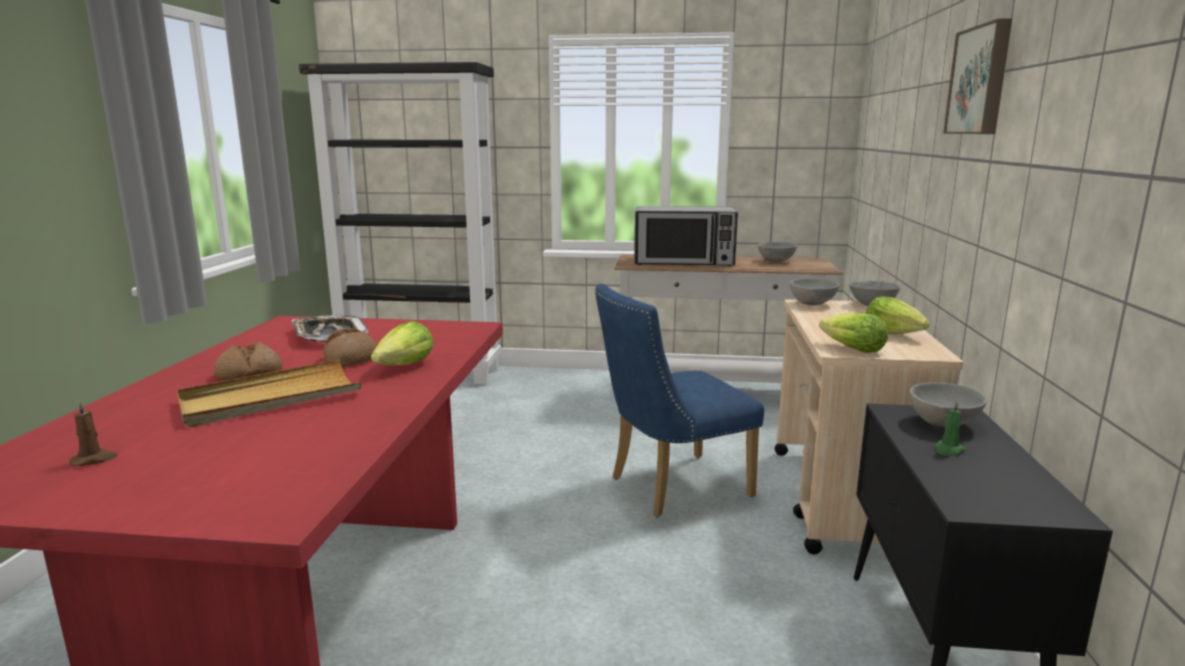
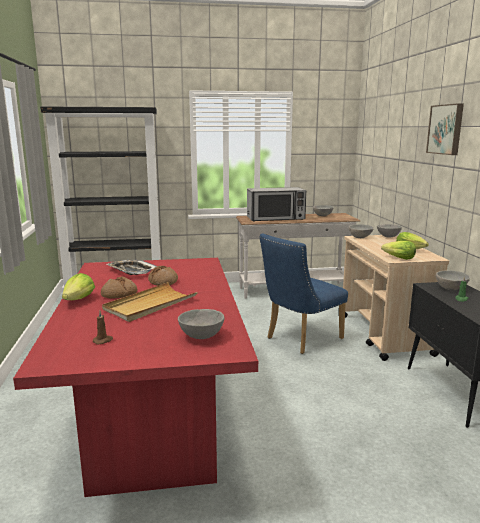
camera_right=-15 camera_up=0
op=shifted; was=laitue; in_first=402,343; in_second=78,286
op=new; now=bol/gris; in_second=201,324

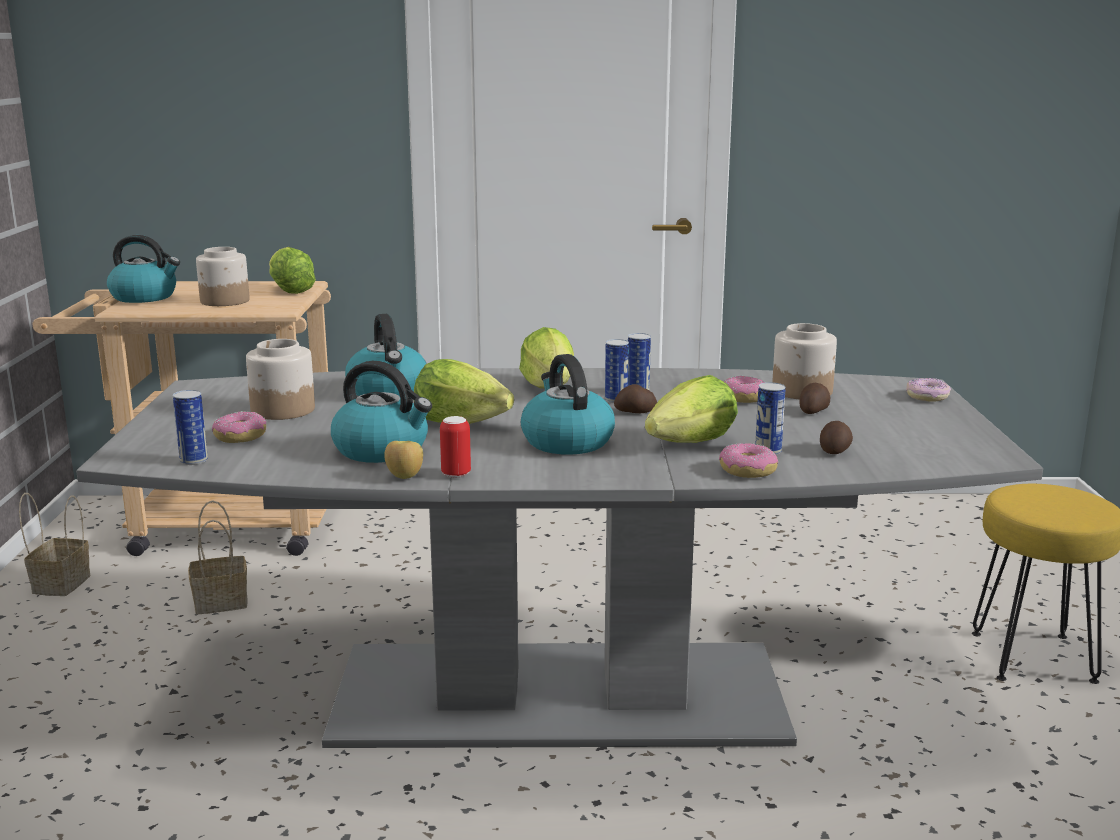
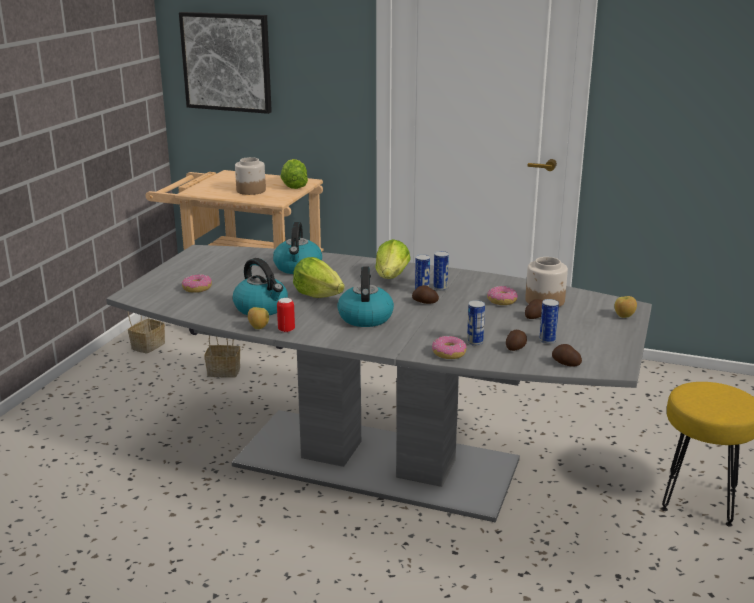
camera_right=20 camera_up=5
op=new; now=tableau; in_second=225,63
op=shifted; was=boîte métallique; in_first=190,427; in_second=549,321
op=new; now=pomme de terre; in_second=567,355
op=swapped; was=beignet; now=pomme; in_first=928,389; in_second=625,307
op=gone; was=bouilloire; in_first=143,269
op=gone; was=bocal; in_first=280,379
op=gone; was=laitue; in_first=691,409

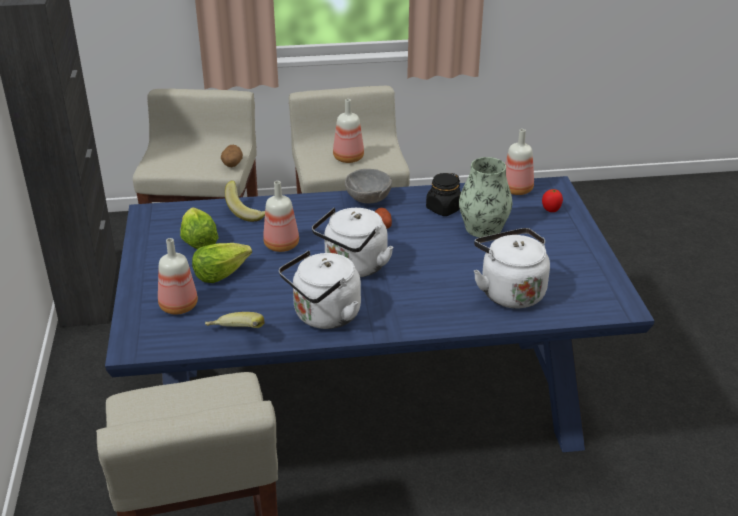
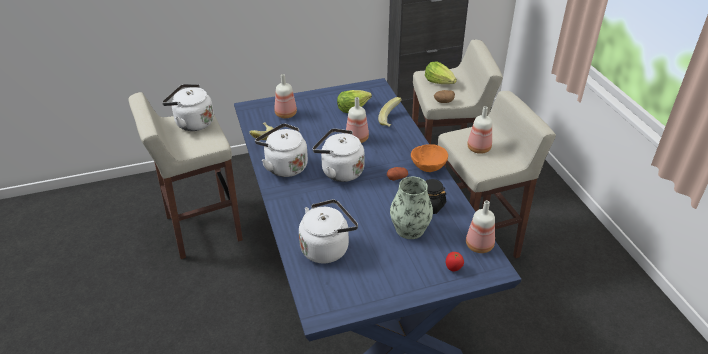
camera_right=80 camera_up=5
op=new; now=bouilloire/blanc; in_second=188,107
op=repainted; was=bol/gris; now=bol/orange; in_first=368,186; in_second=429,158
op=shifted; was=laitue; in_first=222,263; in_second=441,72

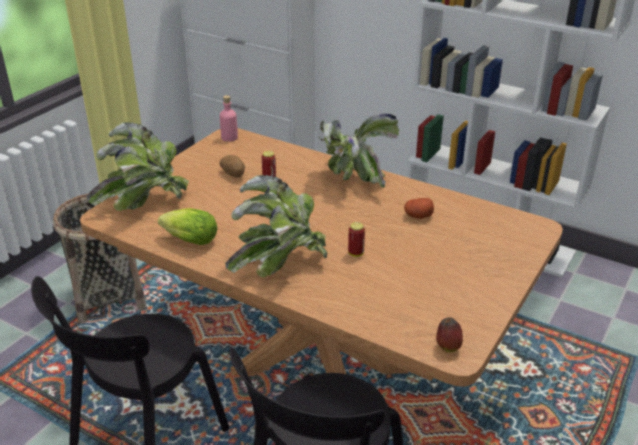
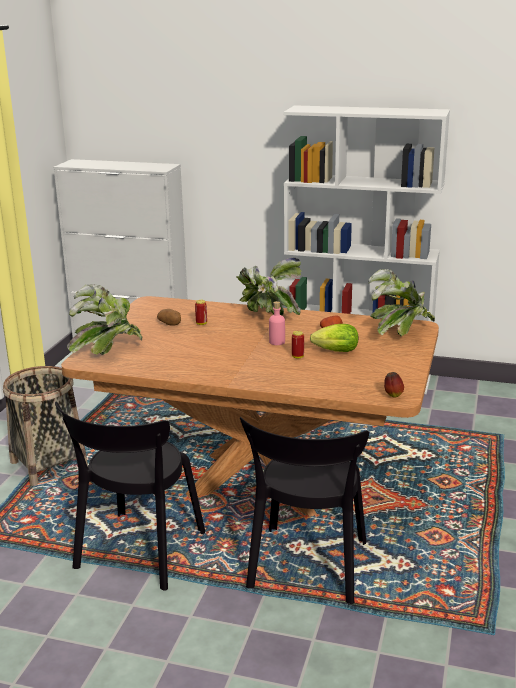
camera_right=-15 camera_up=-10
op=shifted; was=bouteille/rose; in_first=229,118; in_second=277,323
op=shifted; was=laitue; in_first=187,226; in_second=334,338
op=shifted; was=plante en pot; in_first=276,226; in_second=401,302

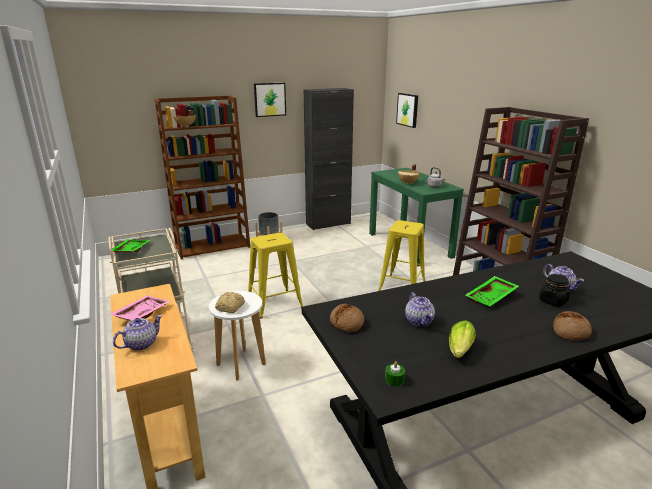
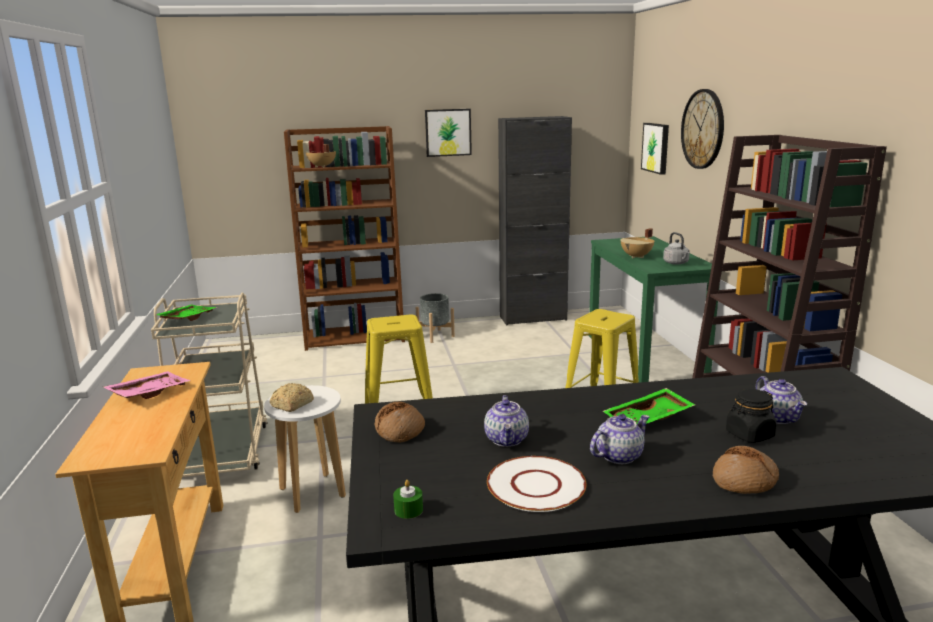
camera_right=15 camera_up=-5
op=swapped; was=laitue; now=assiette/blanc; in_first=462,339; in_second=537,484
op=shifted; was=théière; in_first=137,333; in_second=620,439
op=new; now=horloge murale; in_second=702,129

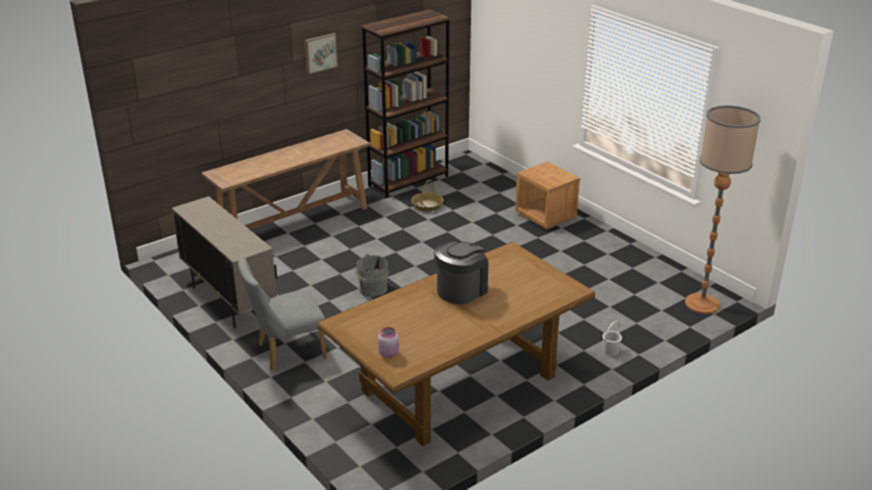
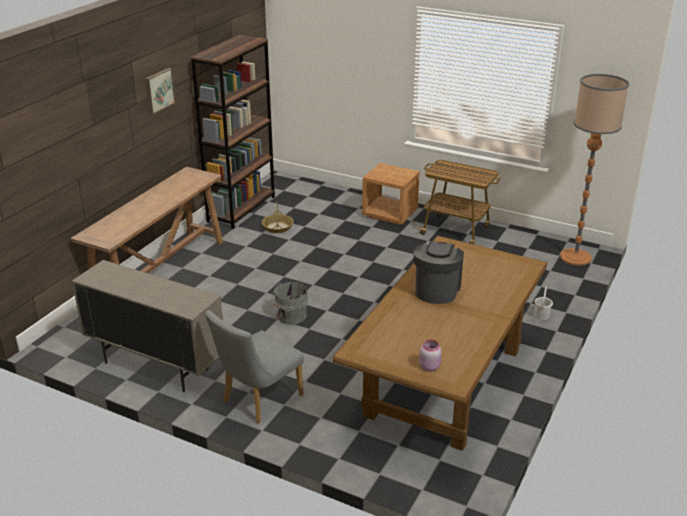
camera_right=-25 camera_up=0
op=new; now=chariot; in_second=459,202

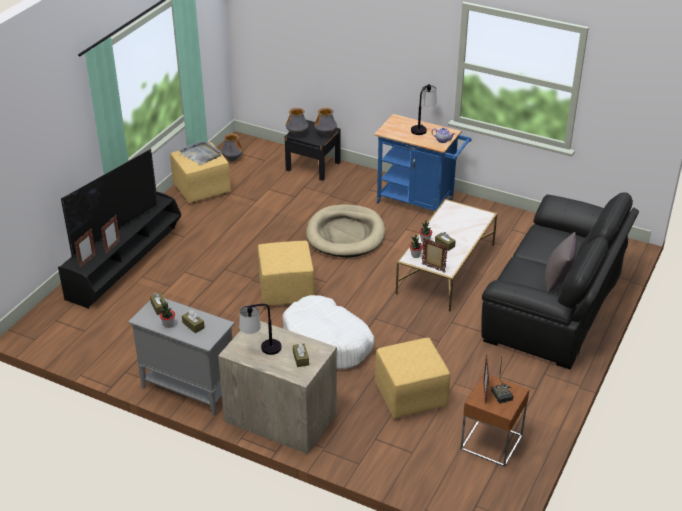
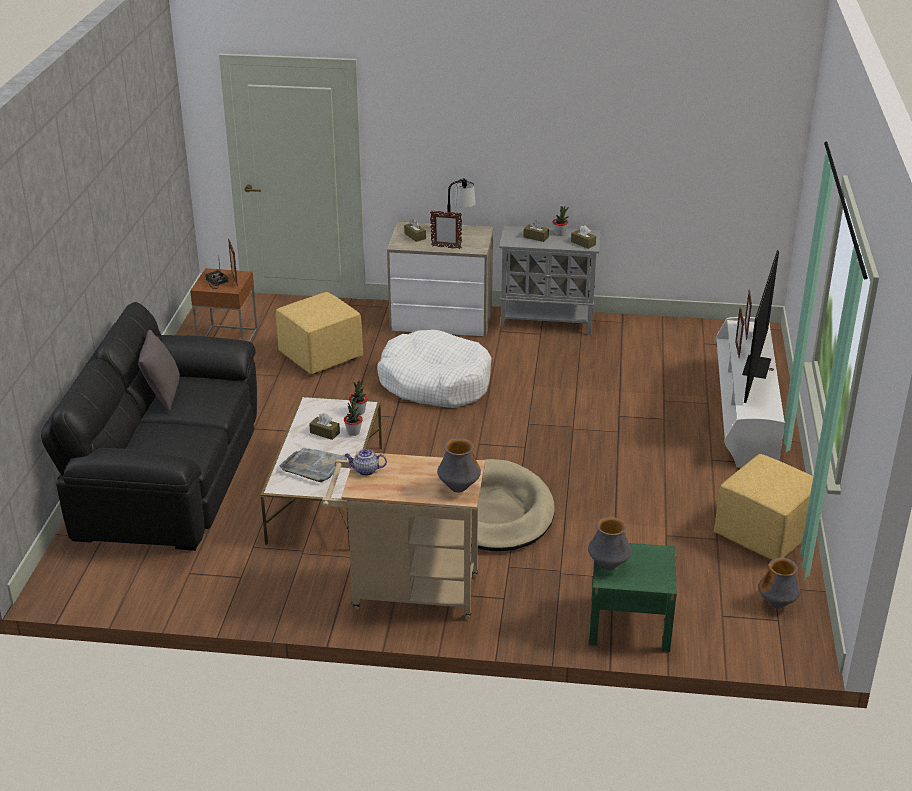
camera_right=160 camera_up=-5
op=shifted; was=plateau/gris; in_first=200,152; in_second=315,465
op=repainted; was=chariot/bleu; now=chariot/beige; in_first=423,162; in_second=403,535
op=shifted; was=cadre photo; in_first=435,254; in_second=446,230
op=shifted; was=vase; in_first=297,122; in_second=459,465
op=repainted; was=table de chevet/noir; now=table de chevet/vert; in_first=313,150; in_second=633,597
op=repainted; was=meuble télé/noir; now=meuble télé/blanc; in_first=119,249; in_second=750,392
op=gone; was=pouf/jaune; in_first=286,273
op=gone; was=lampe de table; in_first=424,109

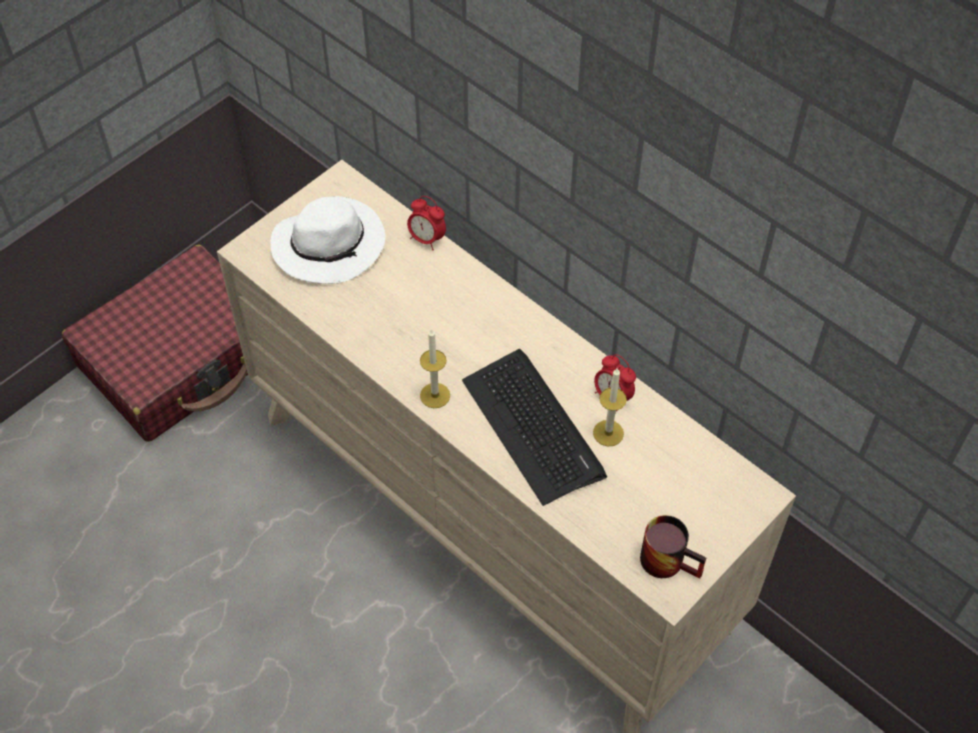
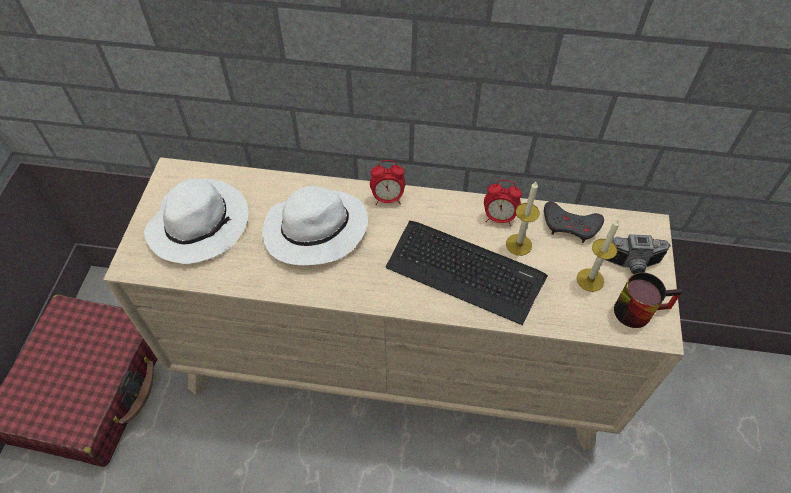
camera_right=-35 camera_up=0
op=new; now=chapeau/blanc; in_second=315,225
op=shifted; was=réveil; in_first=426,223; in_second=387,182
op=new; now=manette/gris; in_second=574,222
op=shifted; was=bougie; in_first=435,368; in_second=598,255
op=new; now=appareil photo; in_second=637,254

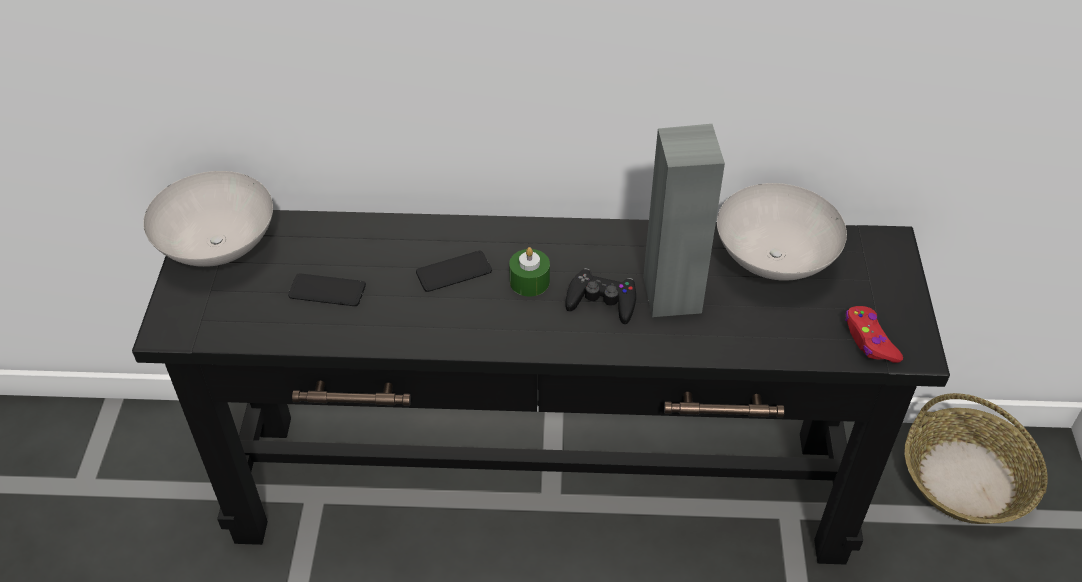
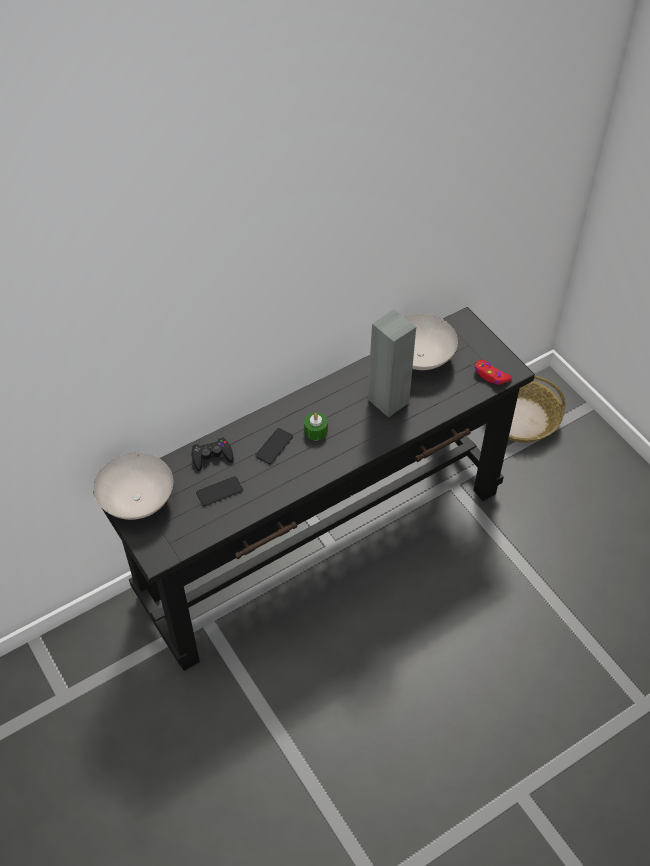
camera_right=-35 camera_up=5
op=shifted; was=manette/noir; in_first=601,296; in_second=213,454

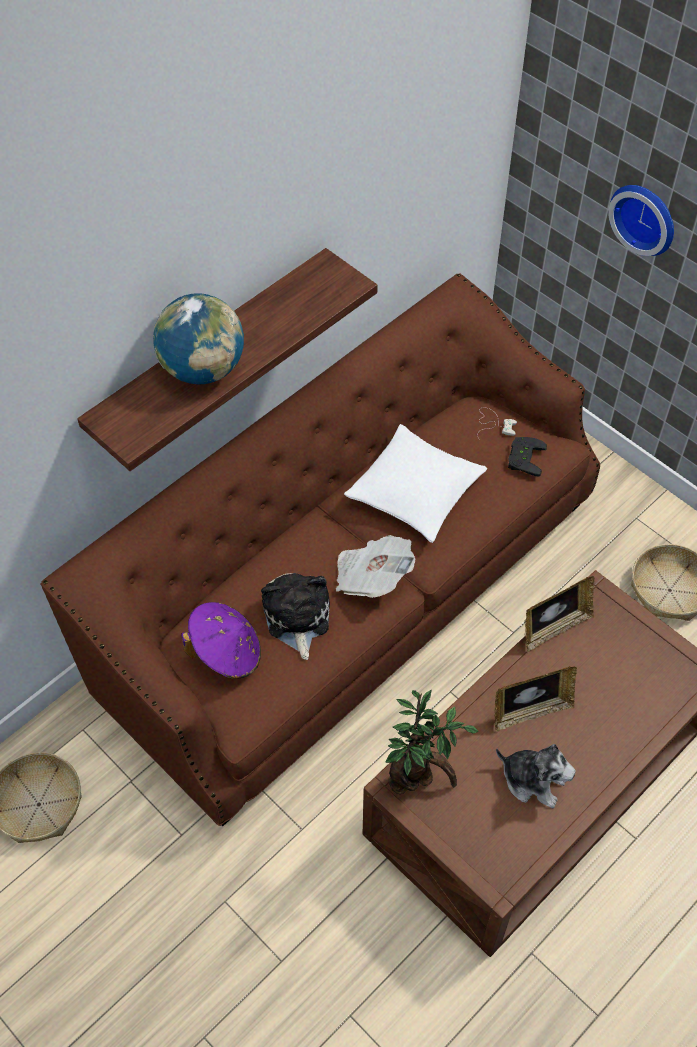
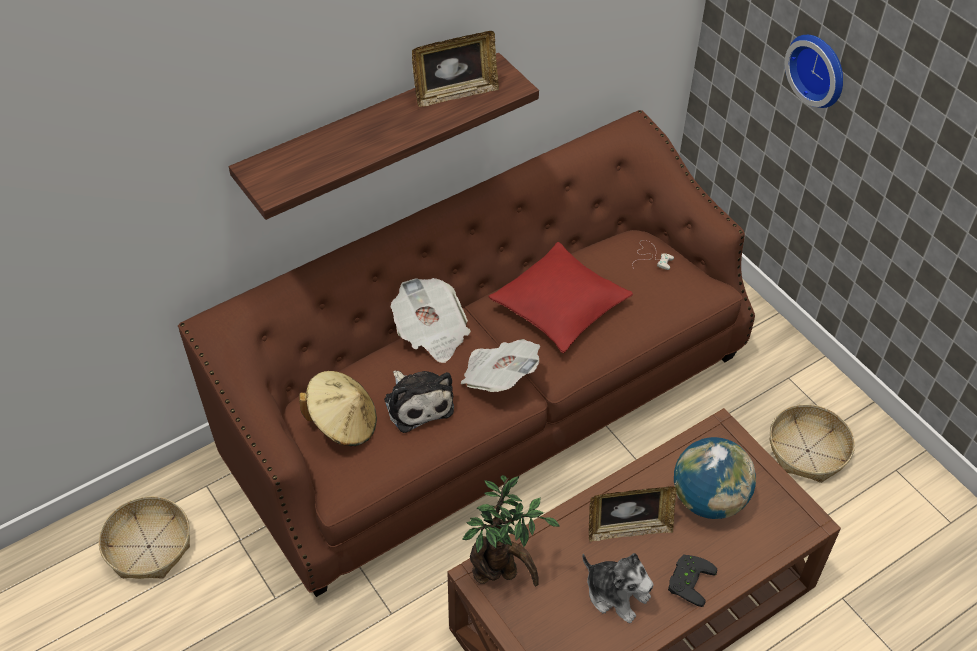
camera_right=10 camera_up=-5
op=repainted; was=chapeau/violet; now=chapeau/beige; in_first=221,640; in_second=338,408
op=rotated; was=peluche; in_first=295,616; in_second=419,401; clockwise=150
op=new; now=journal; in_second=431,320
op=shifted; was=cadre photo; in_first=560,614; in_second=455,69
op=repainted; was=coussin/blanc; now=coussin/rouge; in_first=415,483; in_second=560,297
op=shifted; was=manette/noir; in_first=527,456; in_second=693,581
op=shifted; was=globe; in_first=198,338; in_second=715,478

